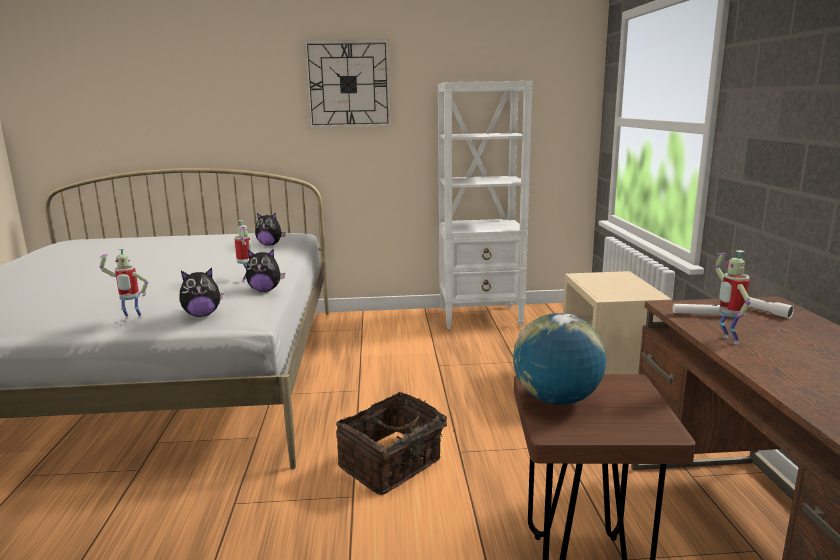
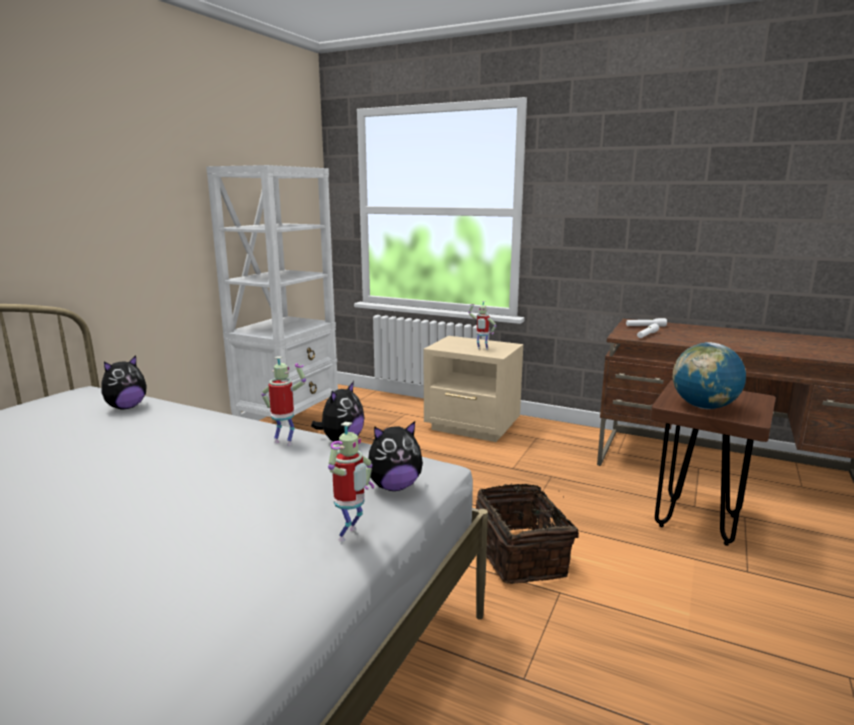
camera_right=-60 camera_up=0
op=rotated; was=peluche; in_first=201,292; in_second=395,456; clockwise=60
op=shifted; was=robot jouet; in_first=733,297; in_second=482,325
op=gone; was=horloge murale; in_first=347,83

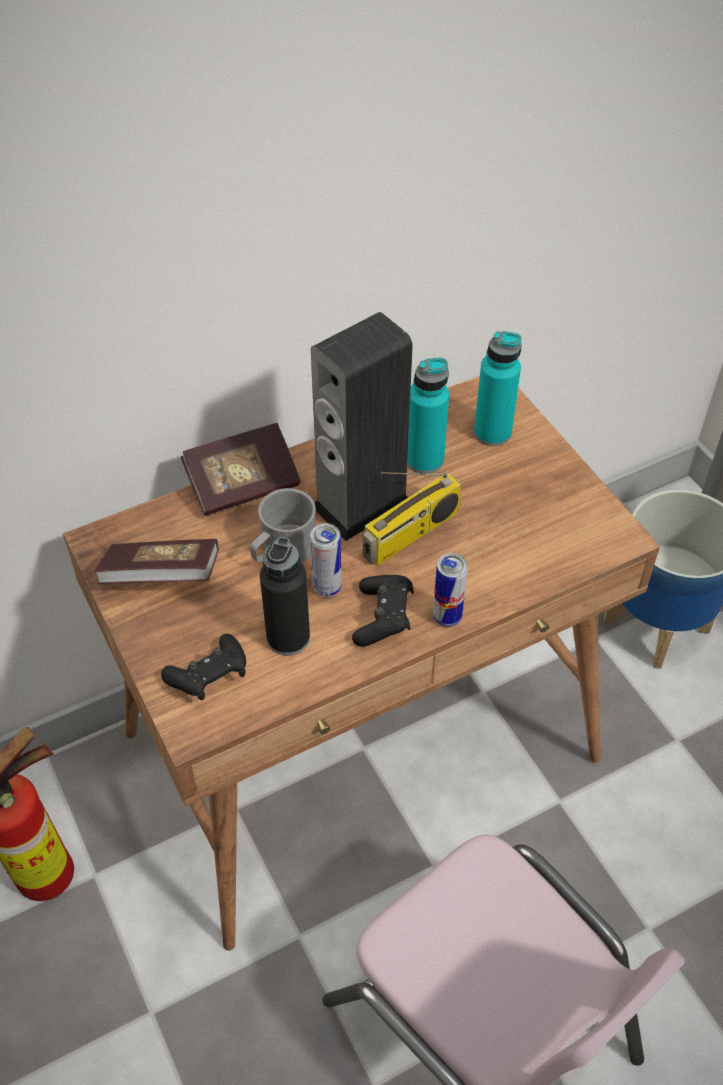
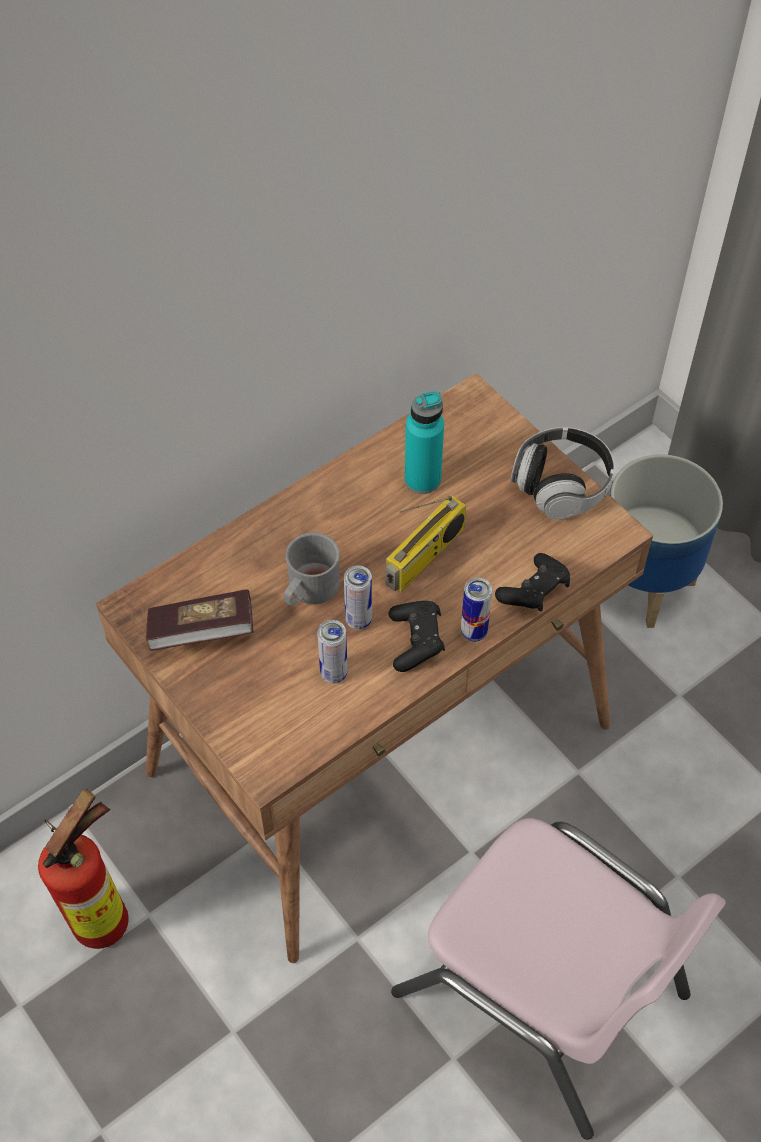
camera_right=-10 camera_up=5
op=swapped; was=bouteille/noir; now=boîte métallique; in_first=285,596; in_second=333,652
op=shifted; was=manette/noir; in_first=203,667; in_second=532,582
op=new; now=casque audio; in_second=563,473
op=gone; was=livre; in_first=240,469
op=gone; was=enceinte; in_first=362,426
op=gone; was=bouteille/turquoise; in_first=498,388

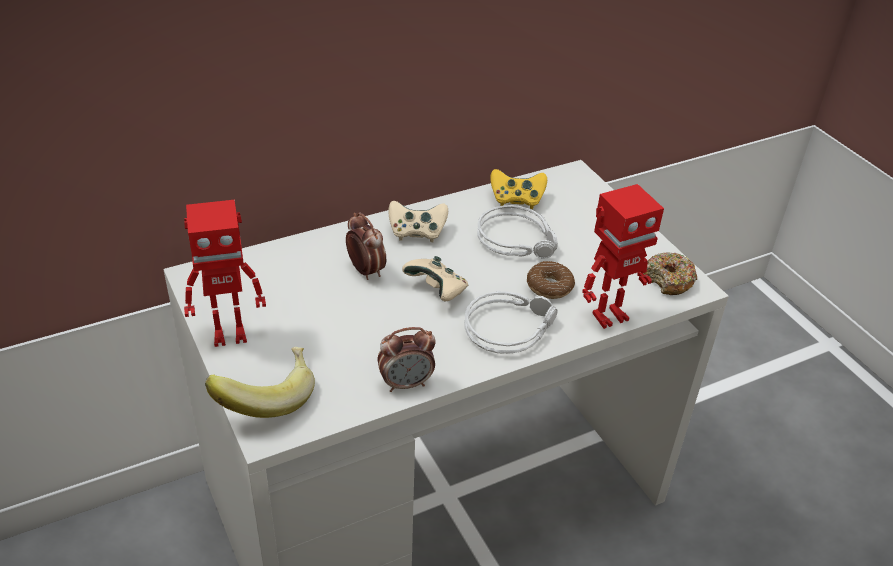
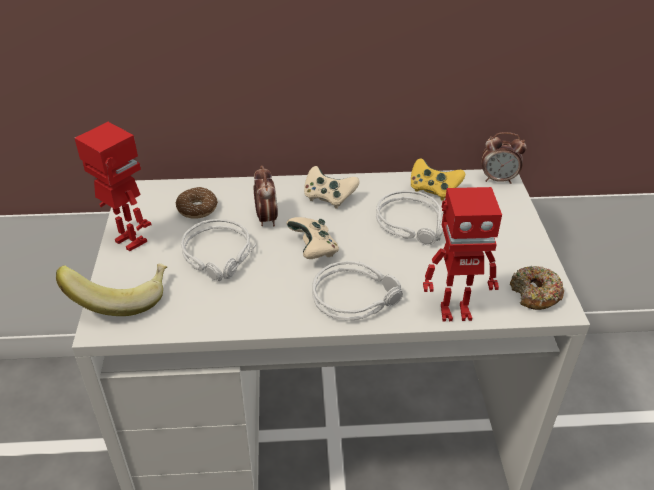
camera_right=25 camera_up=0
op=rotated; was=robot jouet; in_first=225,273; in_second=113,186; clockwise=-150
op=shifted; was=beignet; in_first=551,280; in_second=197,203
op=new; now=casque audio/gris; in_second=218,250
op=shifted; was=réveil; in_first=406,359; in_second=503,158

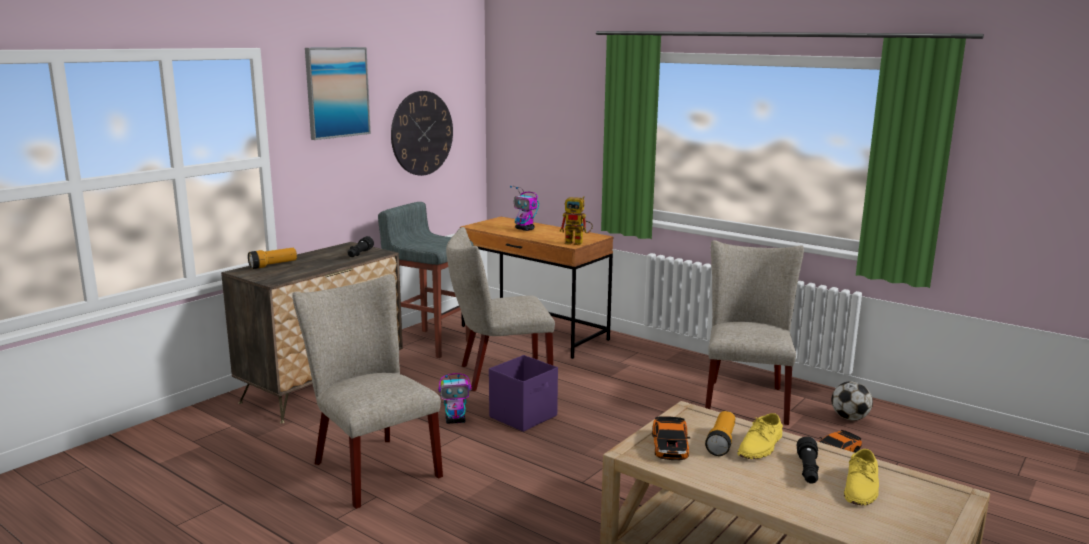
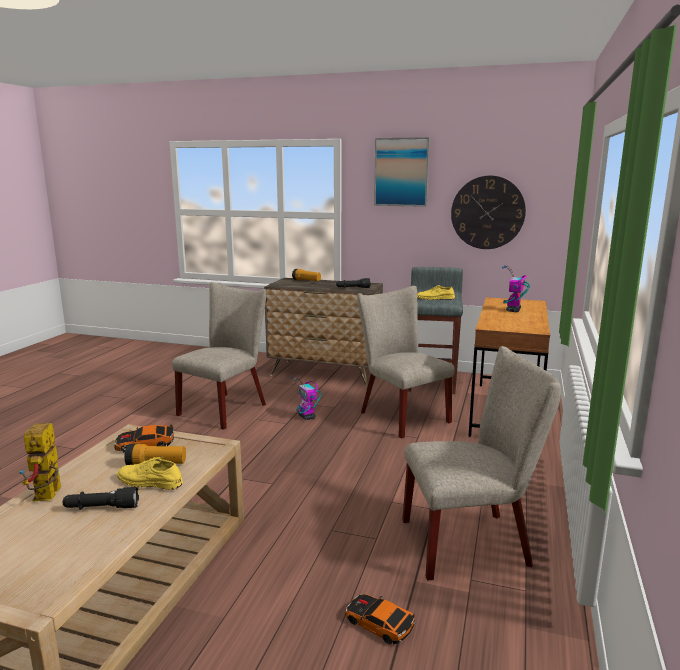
camera_right=70 camera_up=0
op=shifted; was=robot jouet; in_first=576,220; in_second=40,462
op=shifted; was=chaussure/jaune; in_first=861,477; in_second=436,292
op=gone; was=boîte de rangement/violet; in_first=523,393
op=gone; was=ballon de foot; in_first=852,401

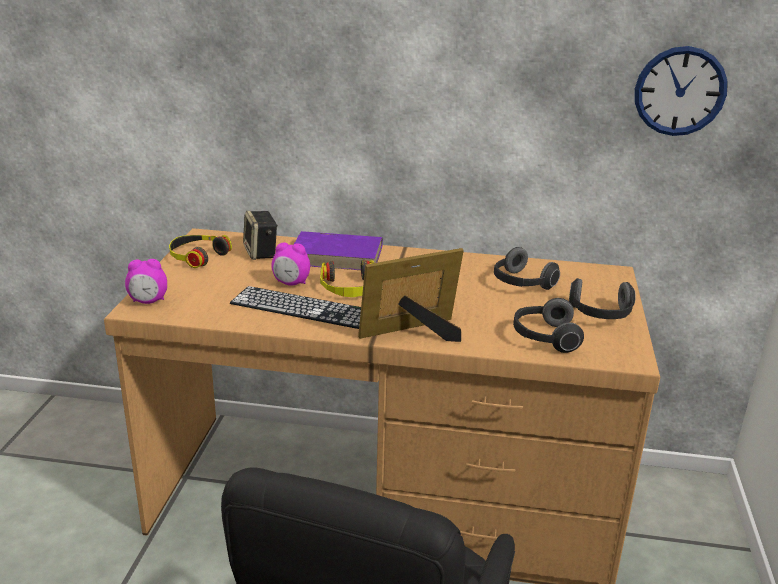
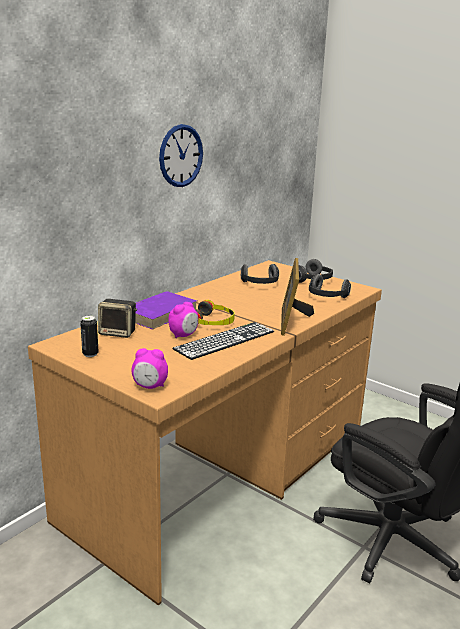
camera_right=-60 camera_up=-5
op=swapped; was=casque audio; now=boîte métallique; in_first=200,251; in_second=89,336
op=rotated; was=réveil; in_first=146,281; in_second=150,368; clockwise=75
op=shifted; was=horloge murale; in_first=681,91; in_second=181,155

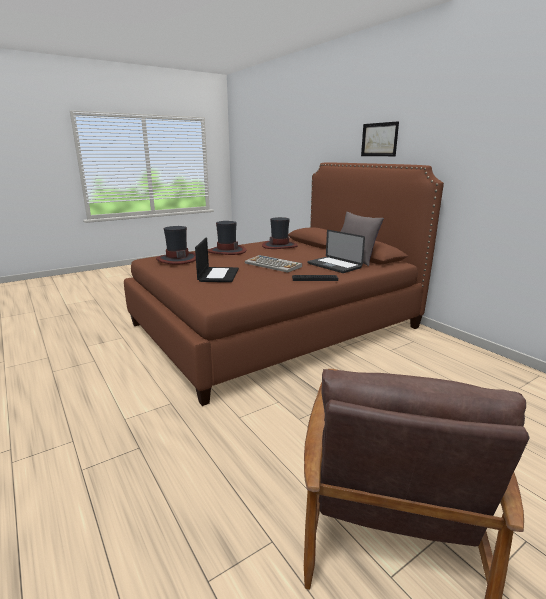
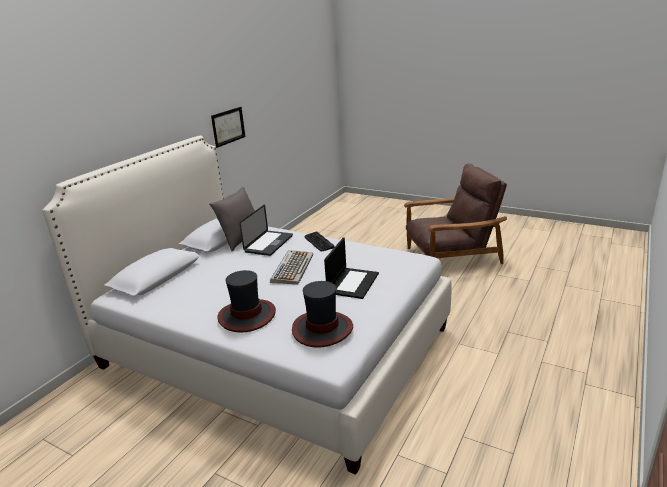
camera_right=-115 camera_up=5
op=repainted; was=lit/marron; now=lit/blanc; in_first=284,284; in_second=247,305
op=shifted; was=tableau; in_first=380,138; in_second=228,127
op=rotated; was=ordinateur portable; in_first=217,260; in_second=351,268; clockwise=135
op=gone; was=chapeau; in_first=280,233

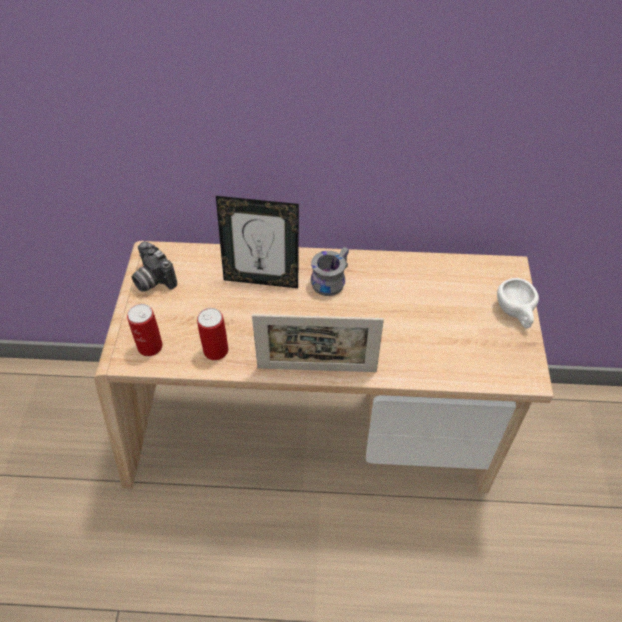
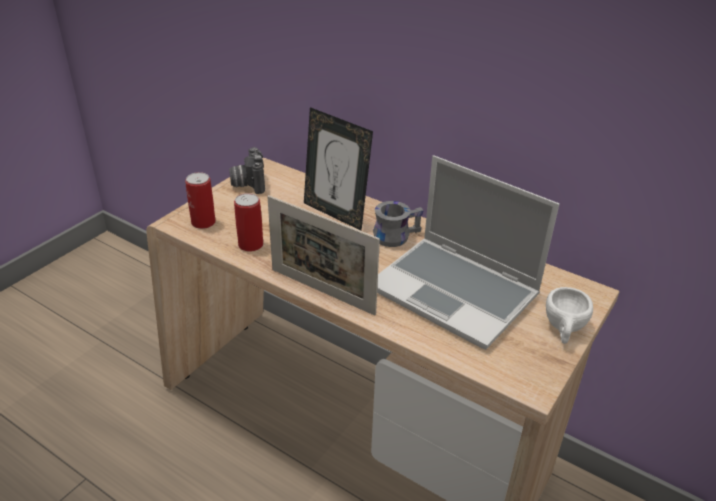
camera_right=30 camera_up=-15
op=new; now=ordinateur portable; in_second=468,252

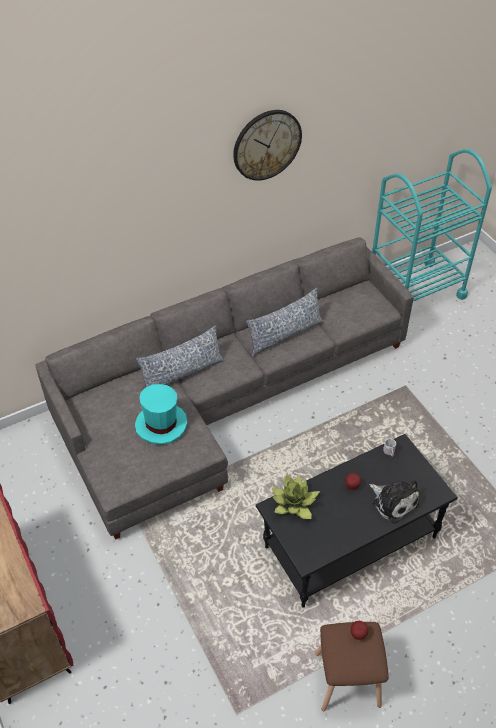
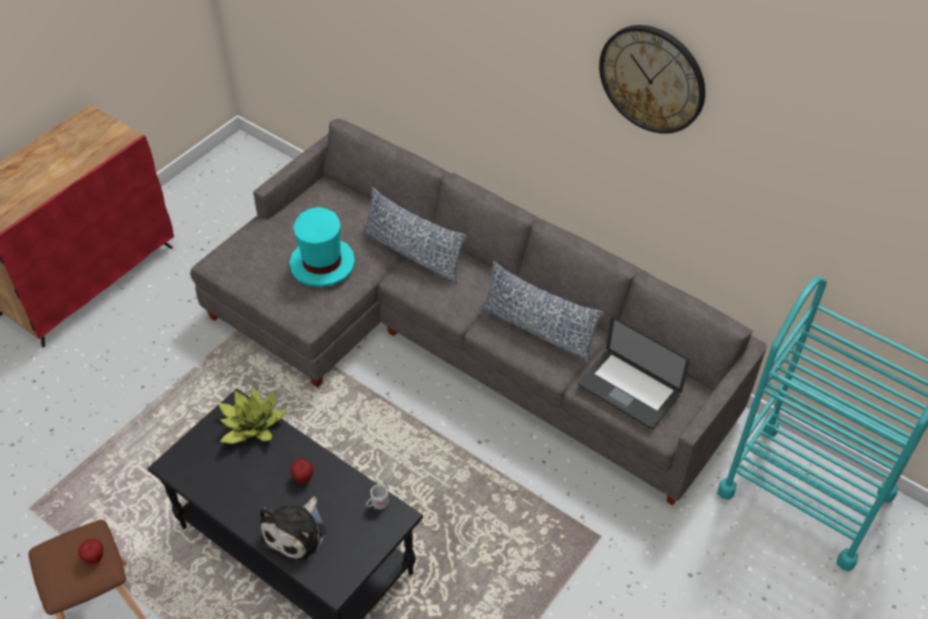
camera_right=65 camera_up=0
op=new; now=ordinateur portable; in_second=634,373

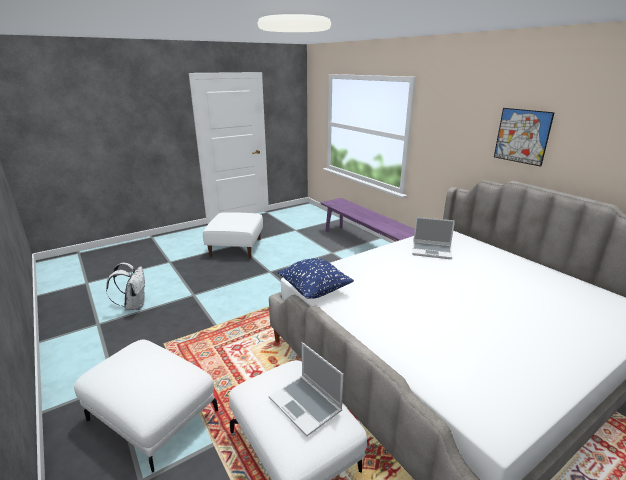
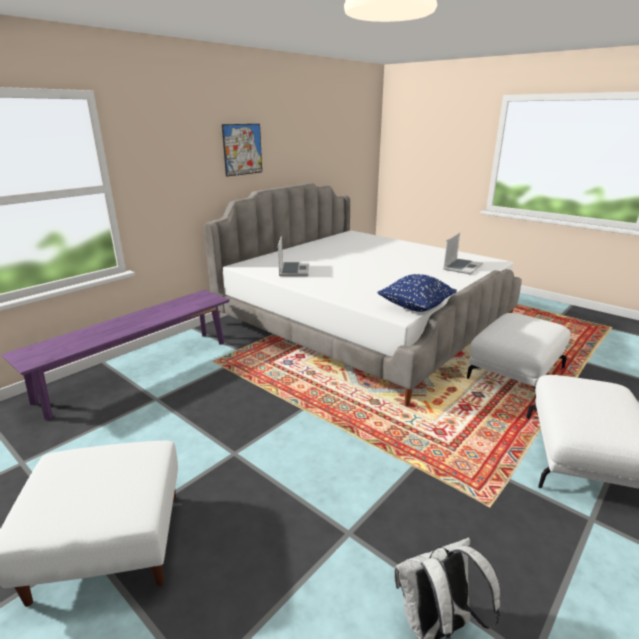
camera_right=-105 camera_up=0
op=shifted; was=ordinateur portable; in_first=306,389; in_second=463,254

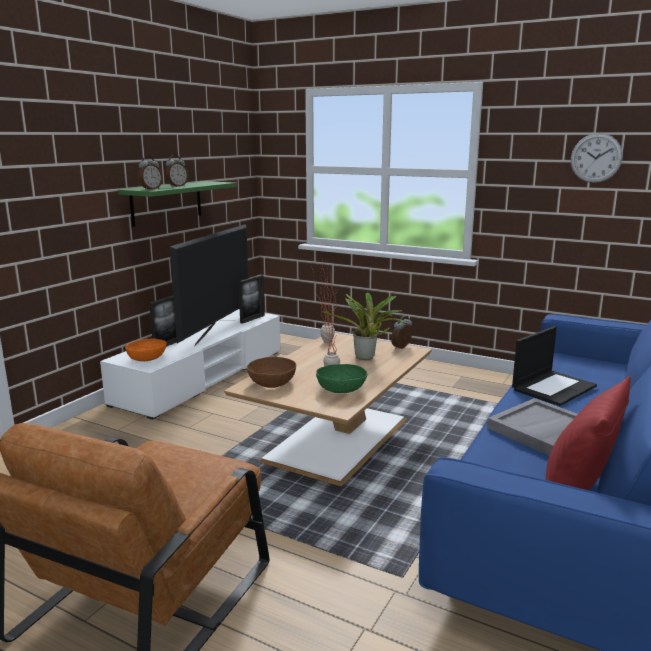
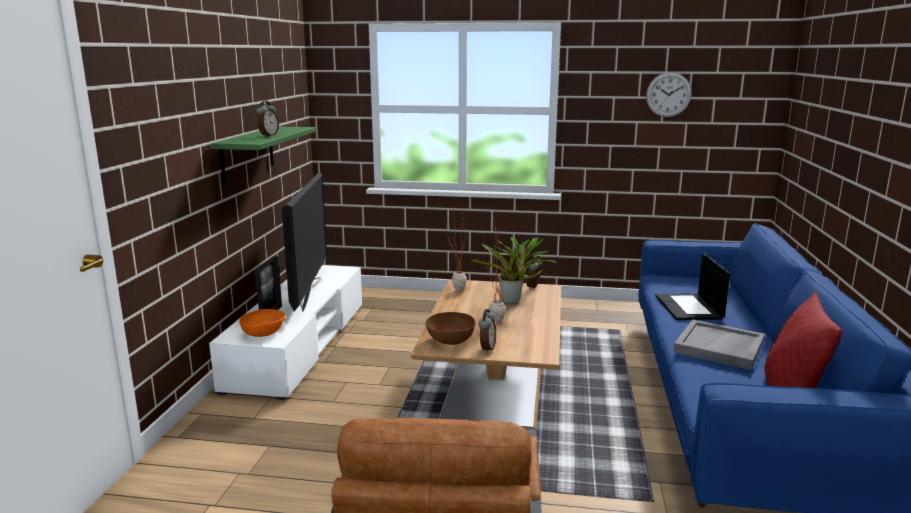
camera_right=-20 camera_up=0
op=shifted; was=réveil; in_first=150,173; in_second=487,331
op=rotated; was=ordinateur portable; in_first=554,366; in_second=692,286; clockwise=150
op=gone; was=cadre photo; in_first=251,299
op=gone; was=bol/vert; in_first=341,378

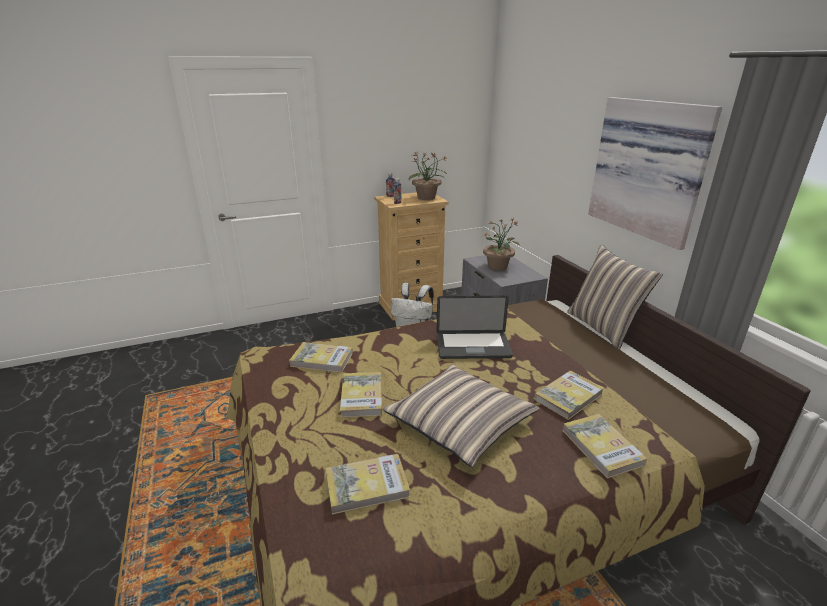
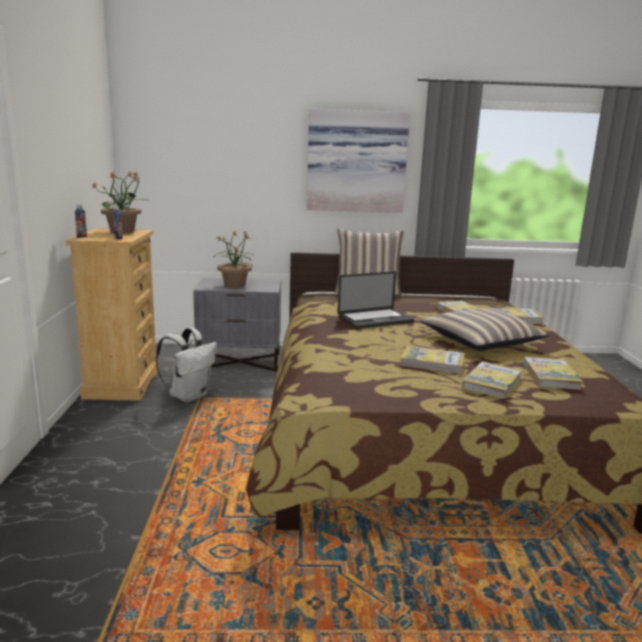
camera_right=-70 camera_up=-10
op=rotated; was=ordinateur portable; in_first=474,327; in_second=375,300; clockwise=45
op=shifted; was=livre; in_first=321,357; in_second=492,380

